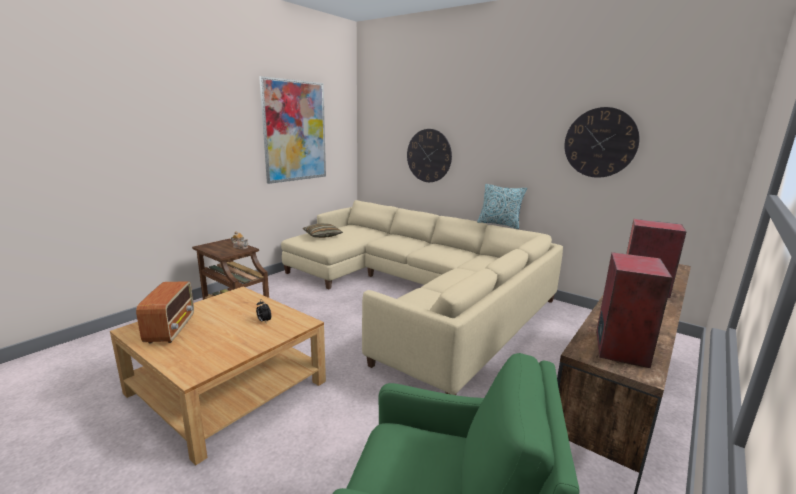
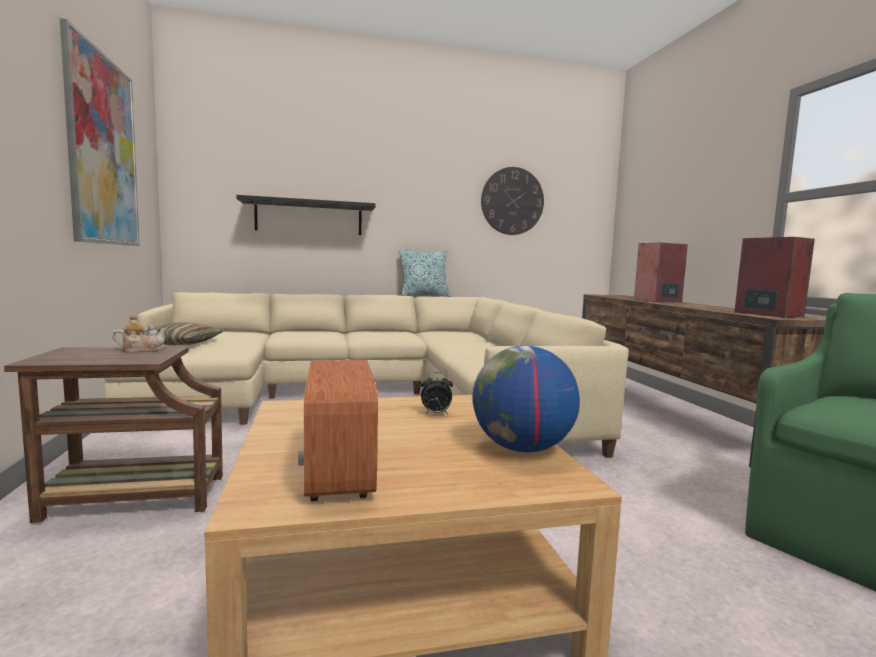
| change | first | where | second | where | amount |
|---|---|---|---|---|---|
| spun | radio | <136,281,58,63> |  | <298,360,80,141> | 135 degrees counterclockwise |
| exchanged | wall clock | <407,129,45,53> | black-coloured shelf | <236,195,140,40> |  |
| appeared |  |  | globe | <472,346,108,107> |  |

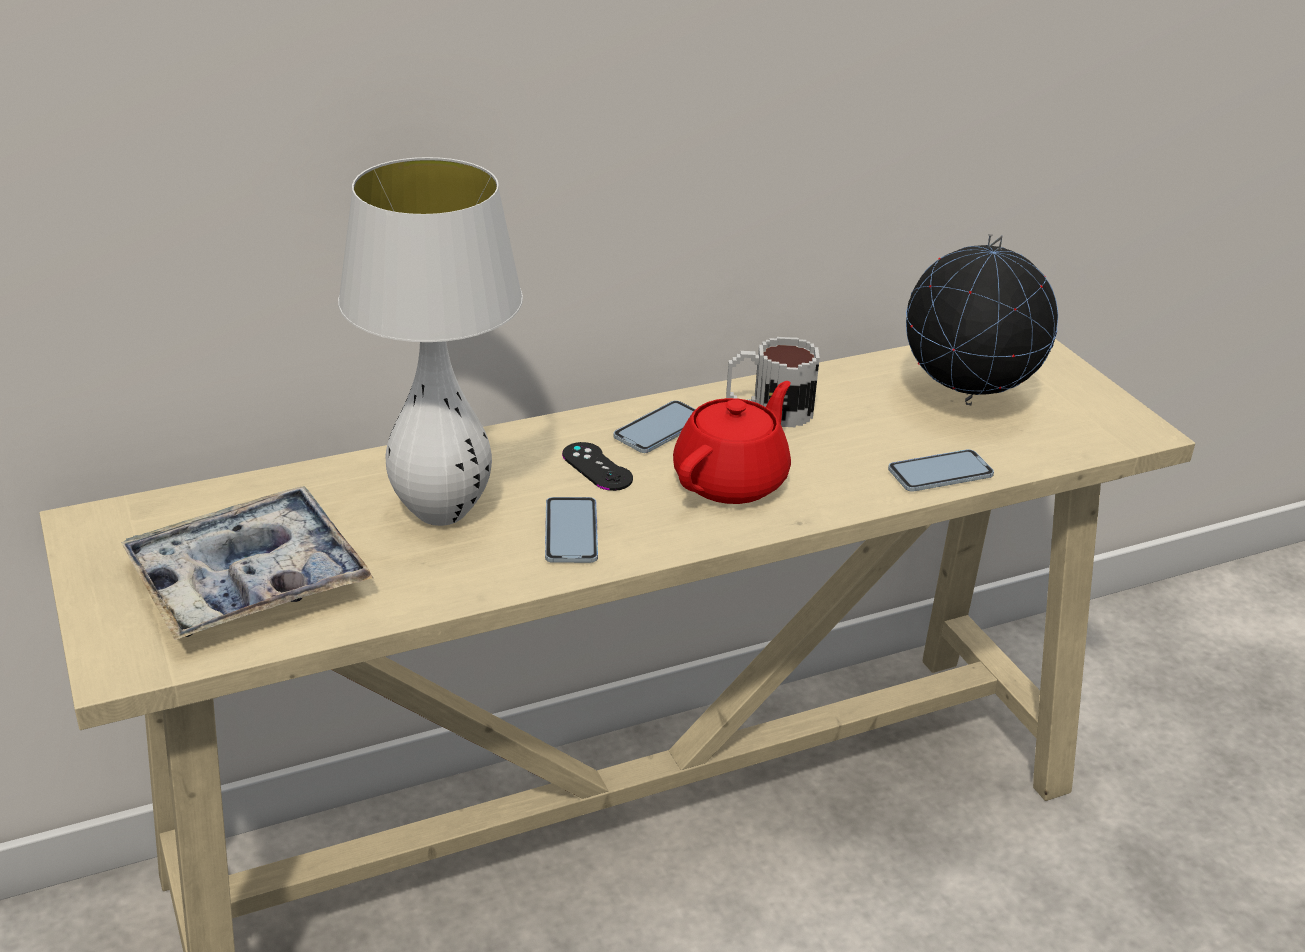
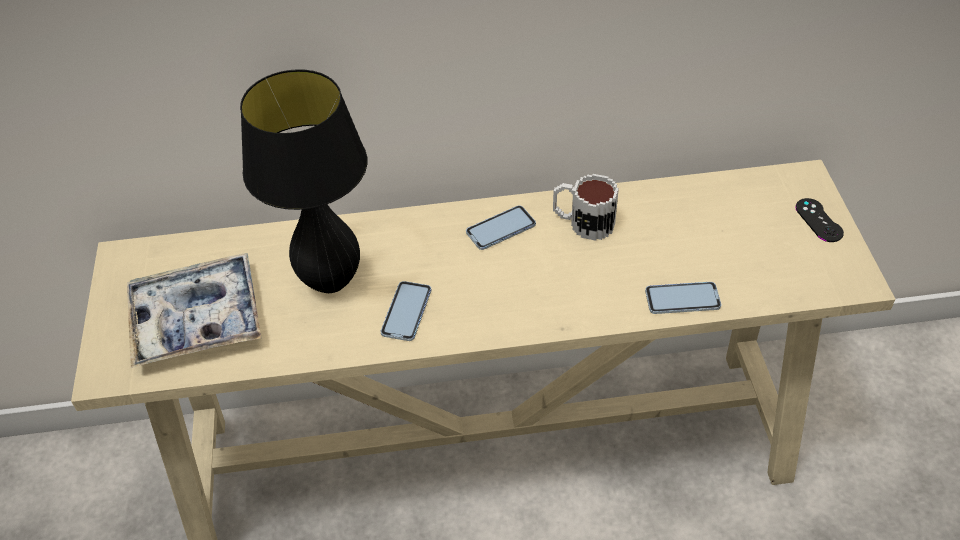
| change | first | where | second | where | amount |
|---|---|---|---|---|---|
| colour | whitish lamp for a table | <338,157,185,369> | black-coloured lamp for a table | <240,69,127,224> |  |
| relocated | black-coloured game controller | <562,442,71,49> |  | <796,198,48,44> |  |
| missing | reddish teapot | <673,381,118,123> |  |  |  |
| missing | globe | <906,234,152,171> |  |  |  |

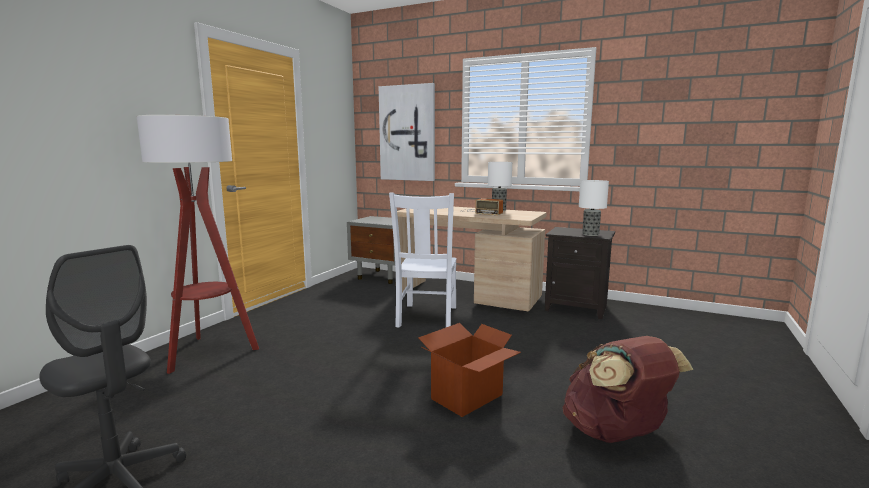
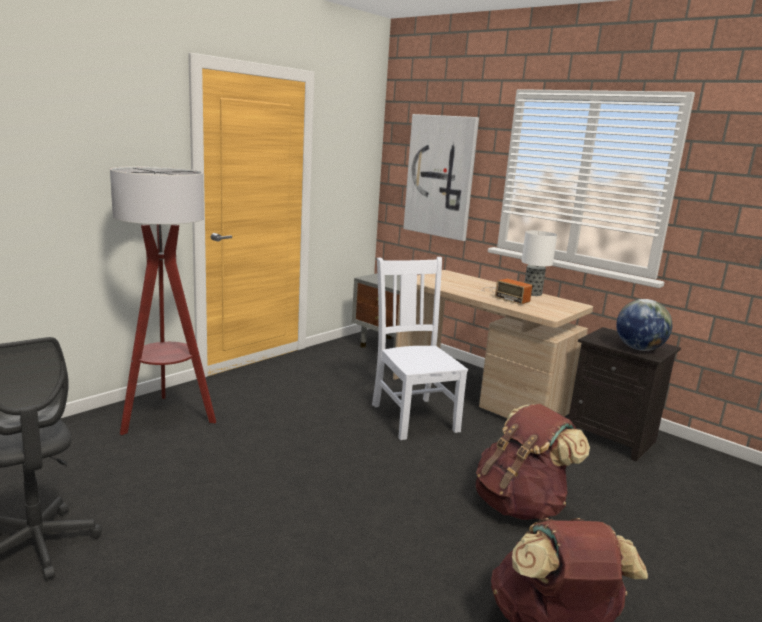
| change | first | where | second | where | amount |
|---|---|---|---|---|---|
| spun | whitish plain chair | <389,192,68,136> |  | <372,257,96,183> | 135 degrees clockwise |
| missing | carton | <418,323,103,94> |  |  |  |
| exchanged | lamp for a table | <579,180,30,56> | globe | <616,299,56,52> |  |
| appeared |  |  | brown backpack | <476,404,114,116> |  |

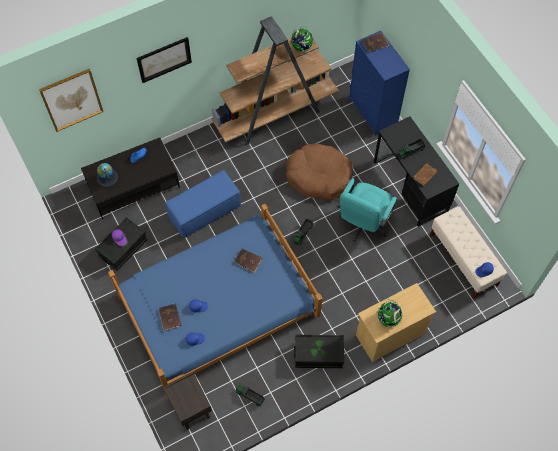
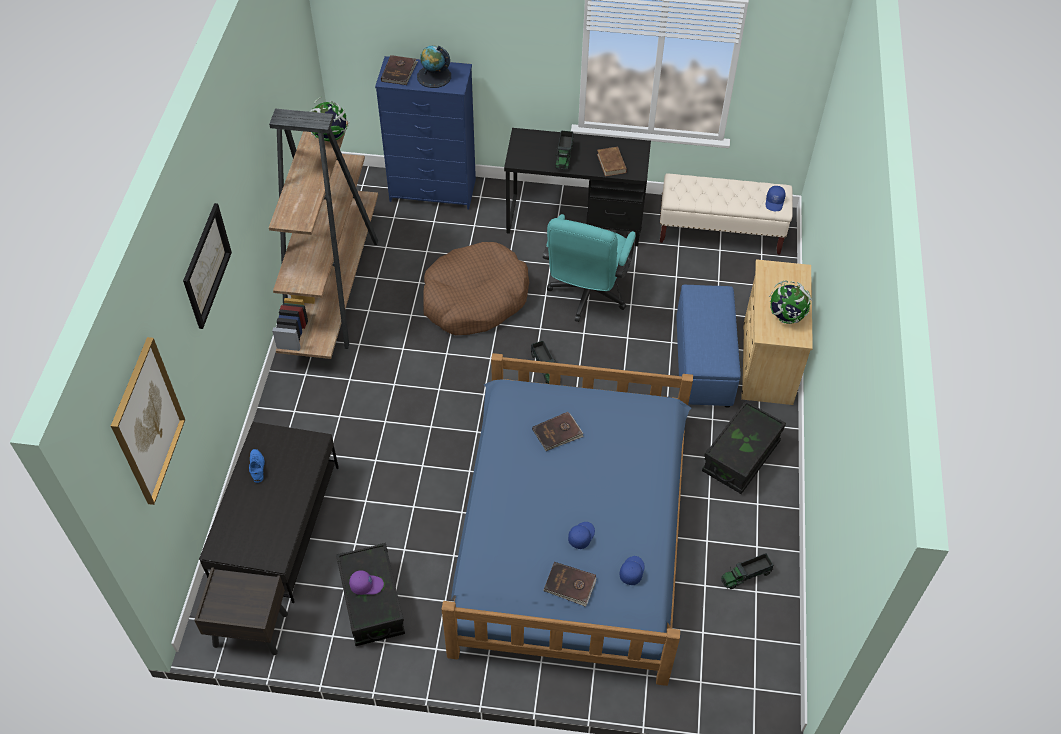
| change | first | where | second | where | amount |
|---|---|---|---|---|---|
| relocated | globe | <97,163,21,24> |  | <417,45,34,43> |  |
| relocated | brown bedside table | <164,372,48,58> |  | <194,567,94,88> |  |
| relocated | bluish pouffe | <165,170,76,68> |  | <677,284,64,123> |  |
| spun | turquoise-coloured computer chair | <337,178,59,64> |  | <543,214,93,108> | 45 degrees clockwise |

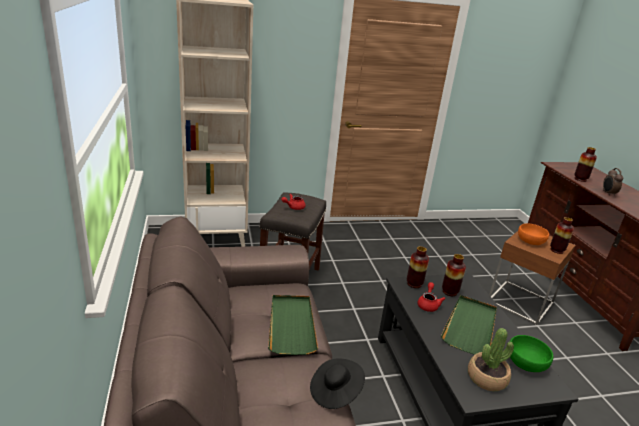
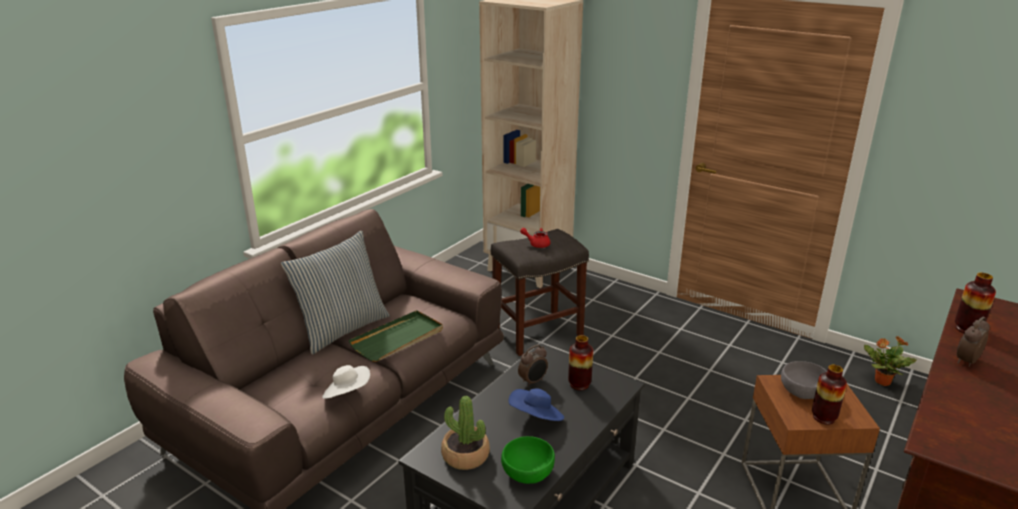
| change | first | where | second | where | amount |
|---|---|---|---|---|---|
| colour | black-coloured clothing hat | <310,358,55,51> | whitish clothing hat | <322,365,48,34> |  |
| missing | vase | <407,246,22,42> |  |  |  |
| exchanged | reddish teapot | <417,282,28,30> | alarm clock | <518,345,30,42> |  |
| exchanged | green carrying tray | <441,295,56,60> | bluish clothing hat | <508,388,56,33> |  |
| colour | orange-coloured bowl | <518,223,31,22> | gray bowl | <781,361,46,38> |  |
| appeared |  |  | throw pillow | <281,231,109,124> |  |
| appeared |  |  | houseplant | <864,336,52,50> |  |

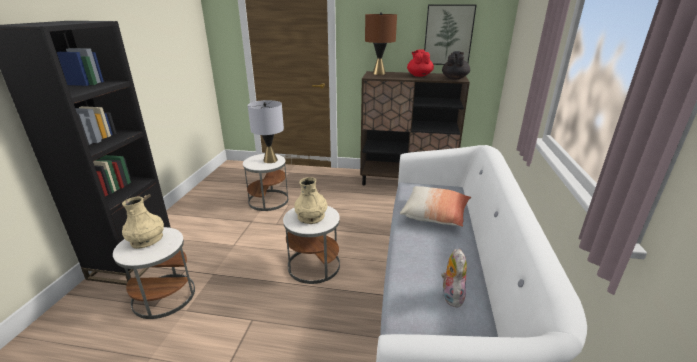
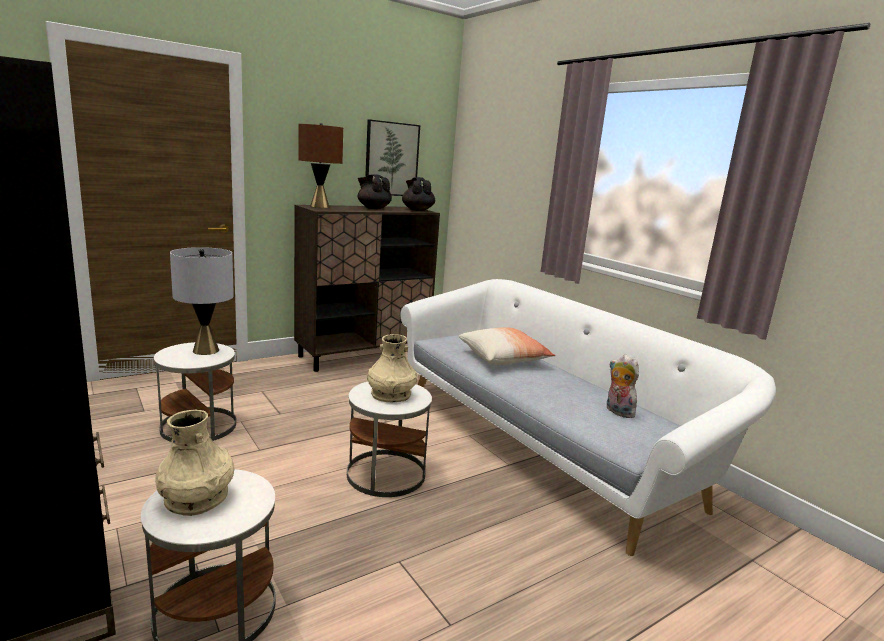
| change | first | where | second | where | amount |
|---|---|---|---|---|---|
| colour | reddish teapot | <407,49,27,28> | black-coloured teapot | <358,174,34,35> |  |

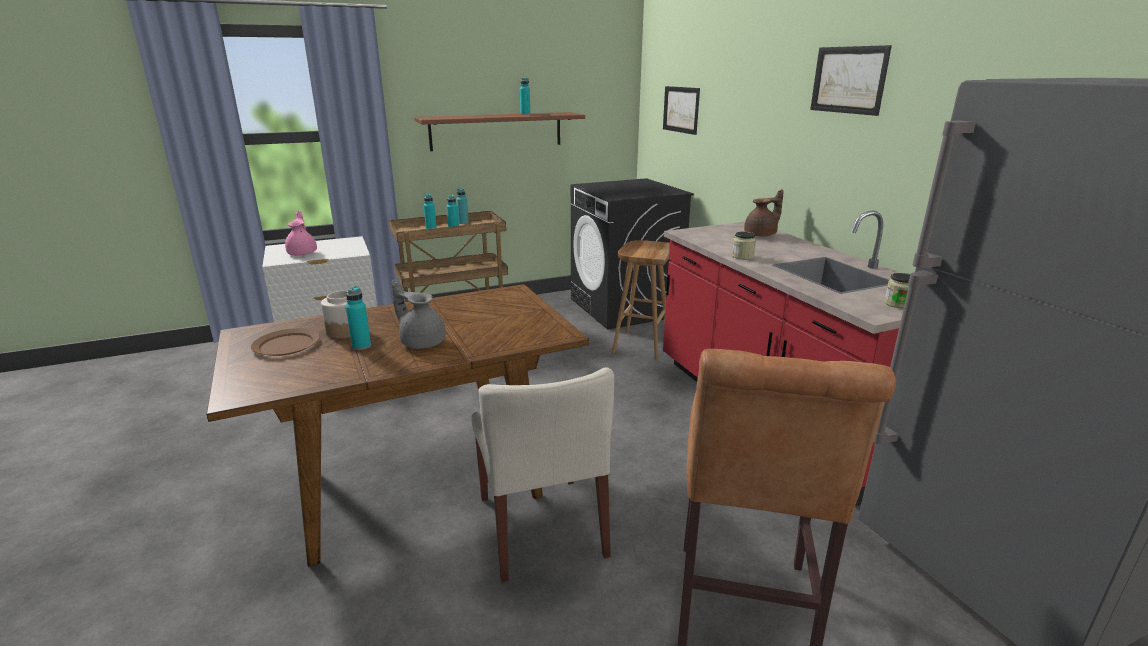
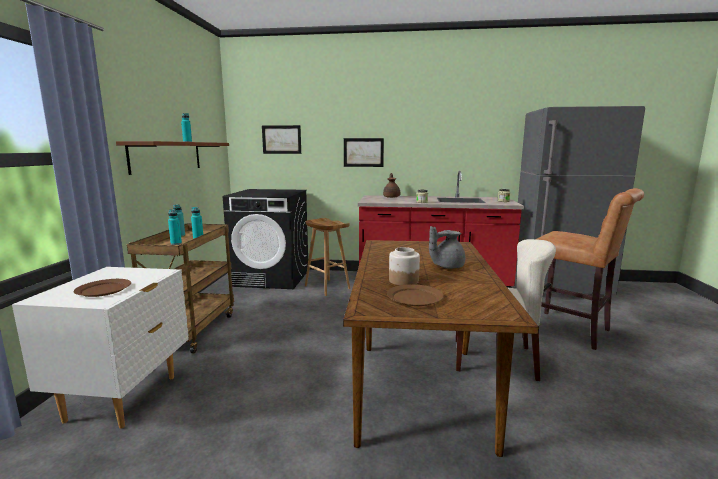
| change | first | where | second | where | amount |
|---|---|---|---|---|---|
| exchanged | pink-coloured teapot | <285,210,32,46> | brown dinner plate | <74,279,57,18> |  |
| missing | turquoise-coloured drink bottle | <346,286,25,64> |  |  |  |
| relocated | wall picture | <810,45,82,71> |  | <344,138,40,29> |  |

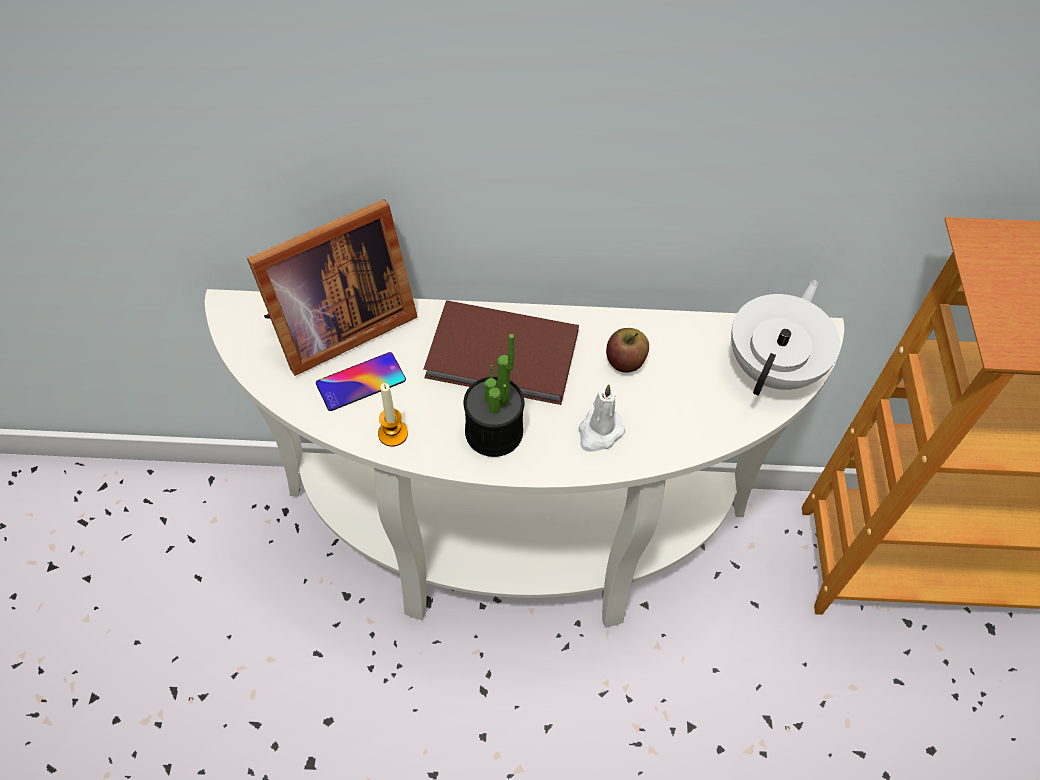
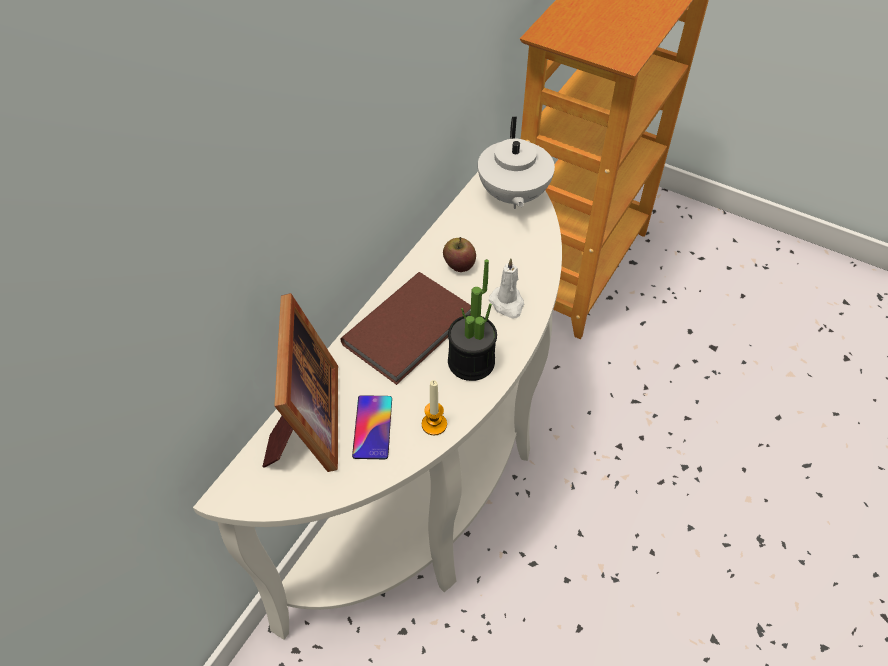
| change | first | where | second | where | amount |
|---|---|---|---|---|---|
| spun | whitish teapot | <731,280,109,116> |  | <478,117,77,92> | 150 degrees counterclockwise |

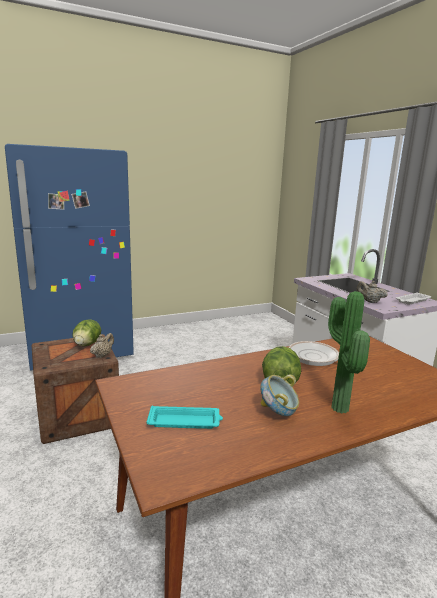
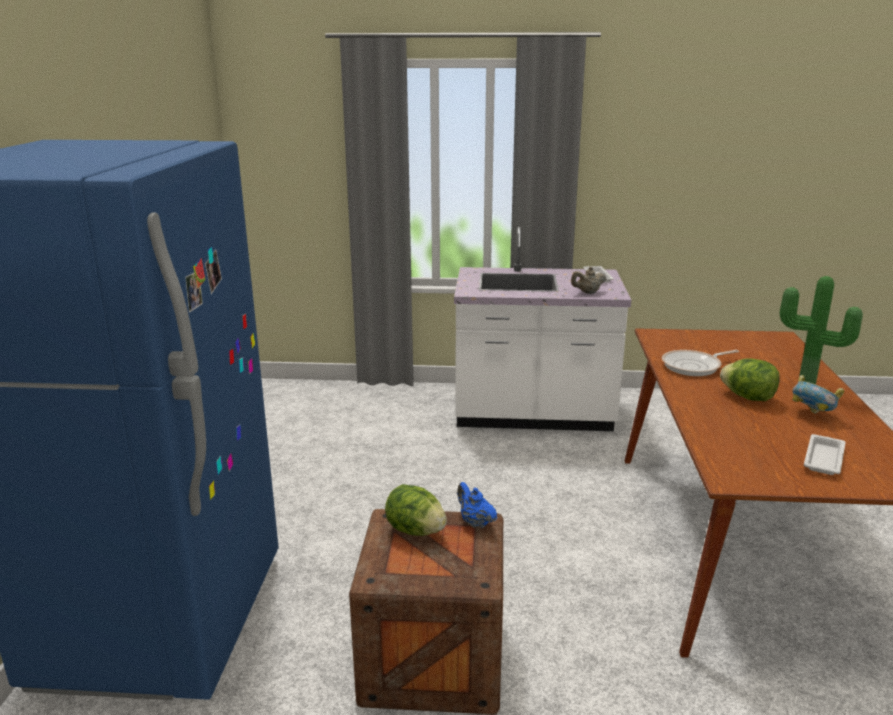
| change | first | where | second | where | amount |
|---|---|---|---|---|---|
| colour | sand-coloured teapot | <90,333,24,25> | bluish teapot | <457,482,40,46> |  |
| colour | turquoise-coloured carrying tray | <147,406,76,23> | whitish carrying tray | <804,434,41,41> |  |

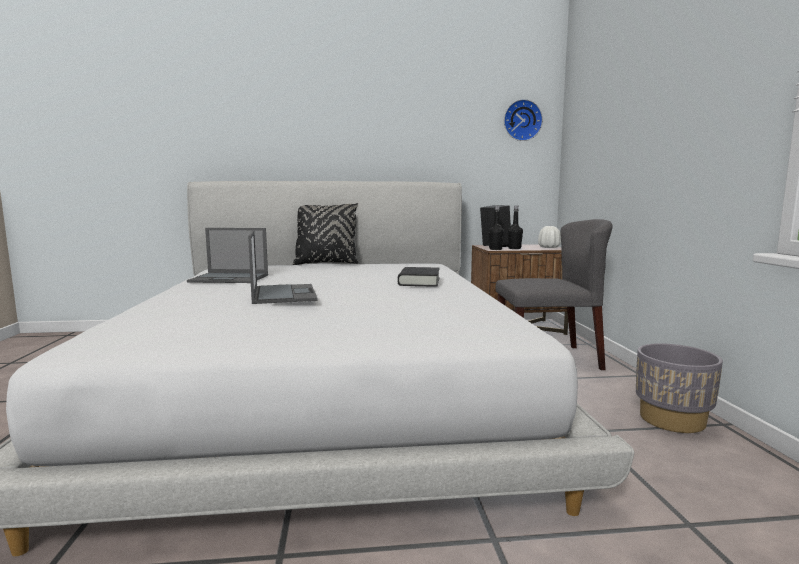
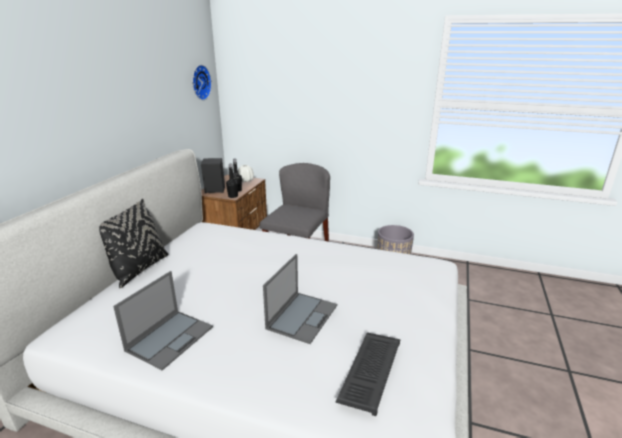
| change | first | where | second | where | amount |
|---|---|---|---|---|---|
| spun | laptop | <248,230,70,74> |  | <263,254,74,90> | 105 degrees clockwise |
| missing | black-coloured book | <398,267,42,20> |  |  |  |
| appeared |  |  | computer keyboard | <336,332,64,84> |  |

